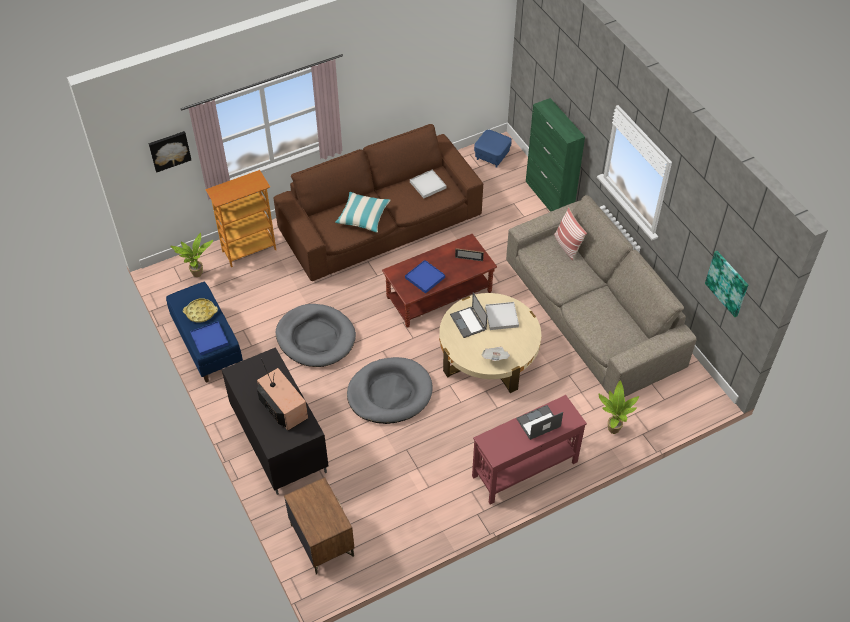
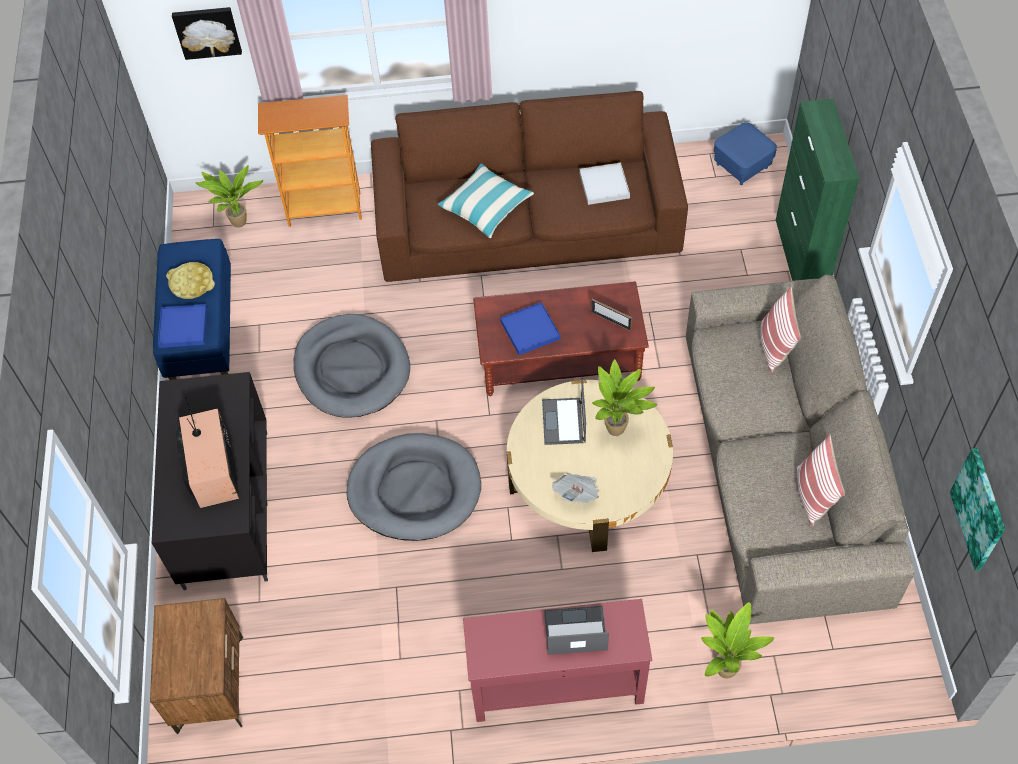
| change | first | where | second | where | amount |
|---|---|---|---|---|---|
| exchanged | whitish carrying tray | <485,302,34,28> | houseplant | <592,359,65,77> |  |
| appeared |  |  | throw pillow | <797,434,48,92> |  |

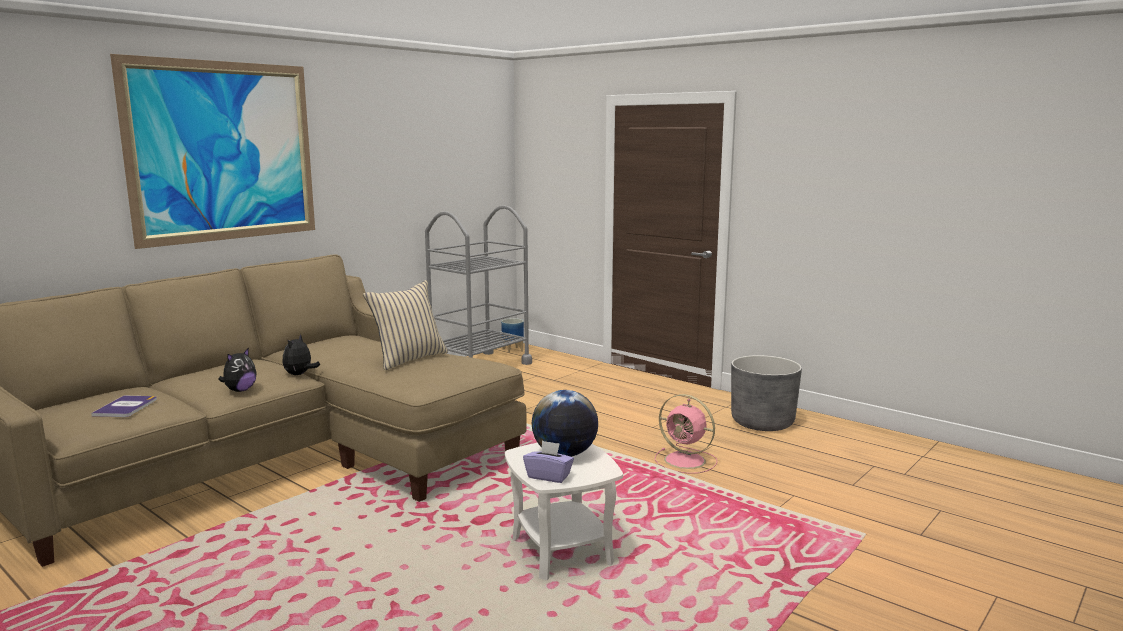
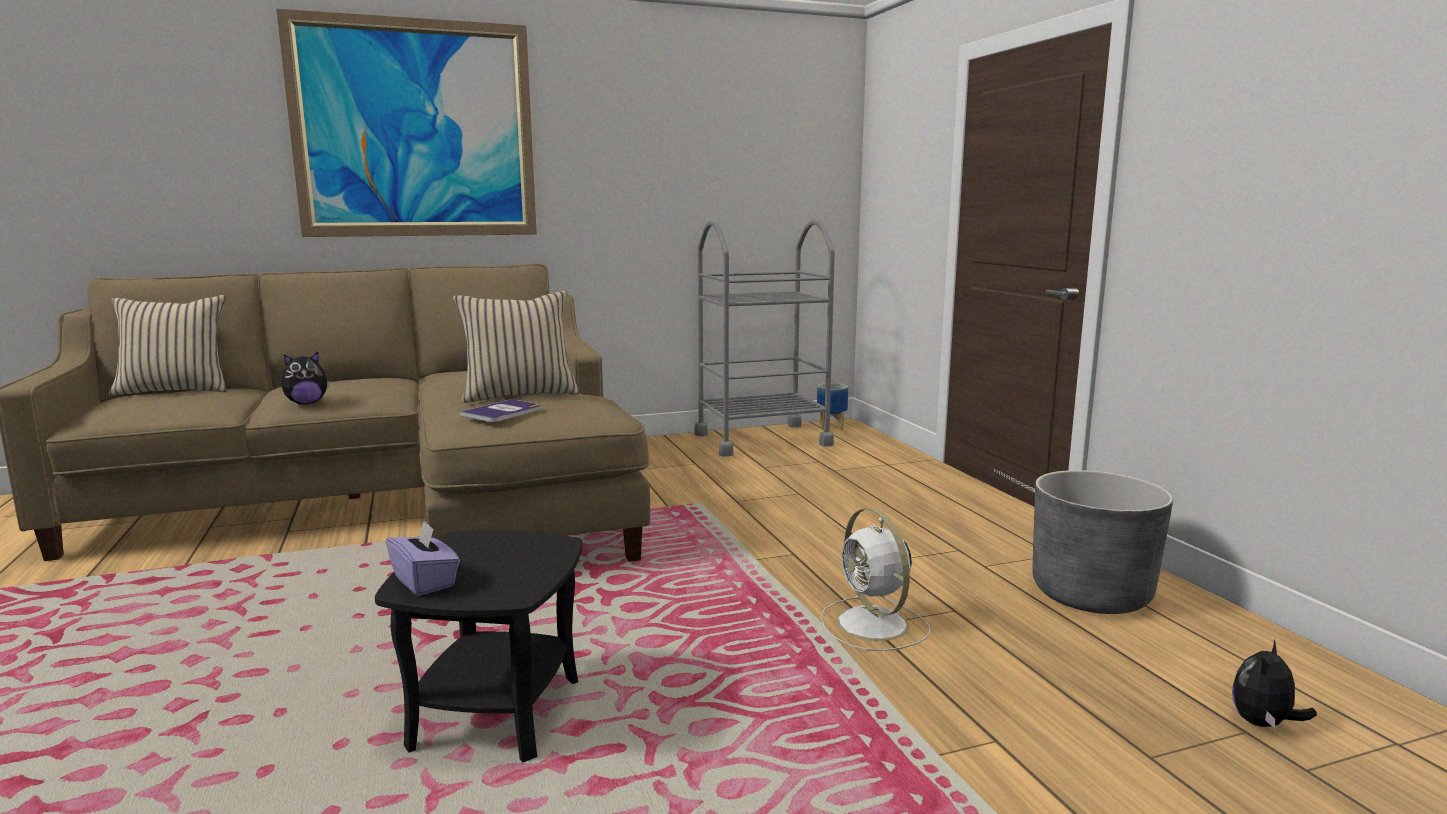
| change | first | where | second | where | amount |
|---|---|---|---|---|---|
| relocated | book | <91,395,66,22> |  | <460,399,82,23> |  |
| relocated | cuddly toy | <282,334,38,41> |  | <1232,640,85,88> |  |
| colour | whitish accent table | <505,443,118,137> | black-coloured accent table | <375,530,207,233> |  |
| missing | globe | <532,390,66,67> |  |  |  |
| colour | pink-coloured electric fan | <655,394,63,80> | whitish electric fan | <820,508,110,143> |  |
| appeared |  |  | sand-coloured throw pillow | <109,295,117,101> |  |

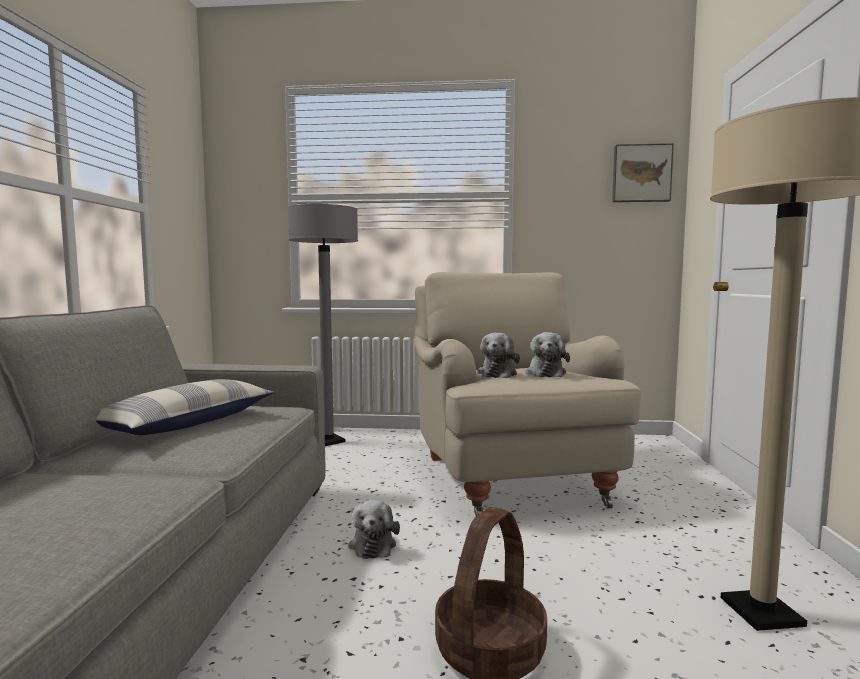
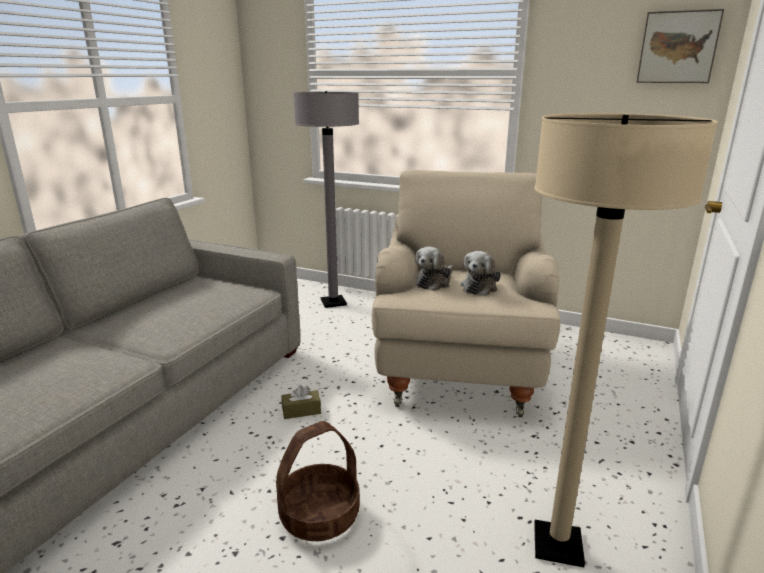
| change | first | where | second | where | amount |
|---|---|---|---|---|---|
| missing | throw pillow | <96,379,178,56> |  |  |  |
| exchanged | cuddly toy | <348,500,52,59> | brown tissue box | <281,385,40,34> |  |

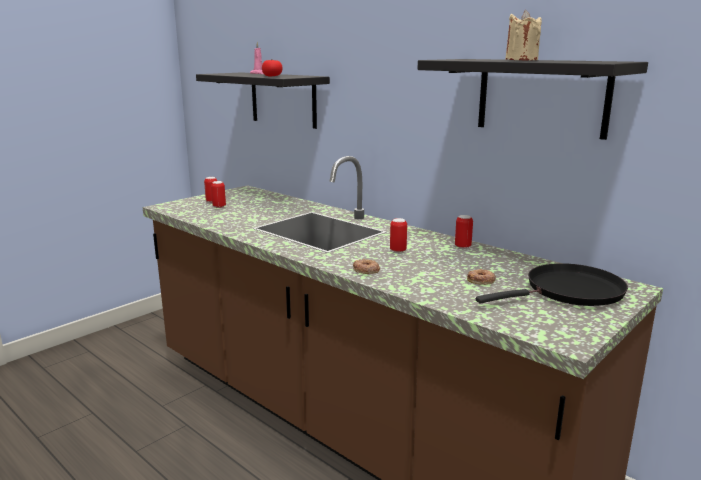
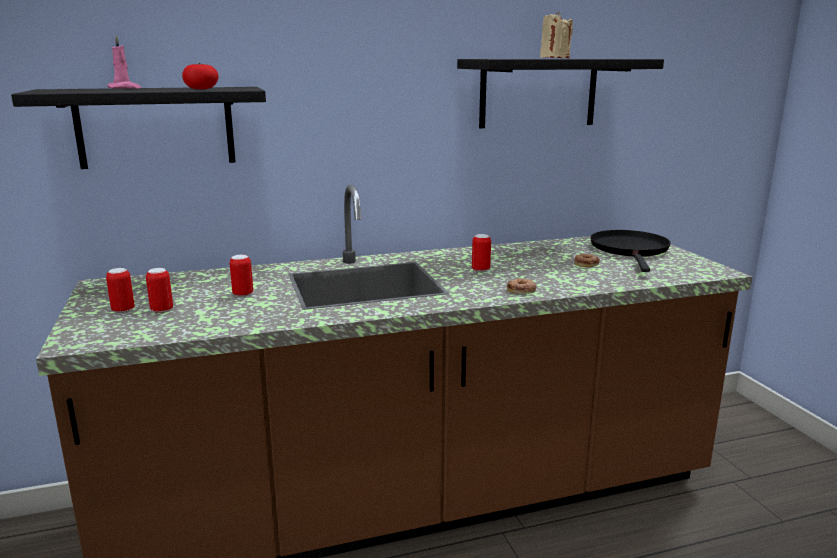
| change | first | where | second | where | amount |
|---|---|---|---|---|---|
| relocated | metal can | <455,215,18,34> |  | <230,255,23,42> |  |

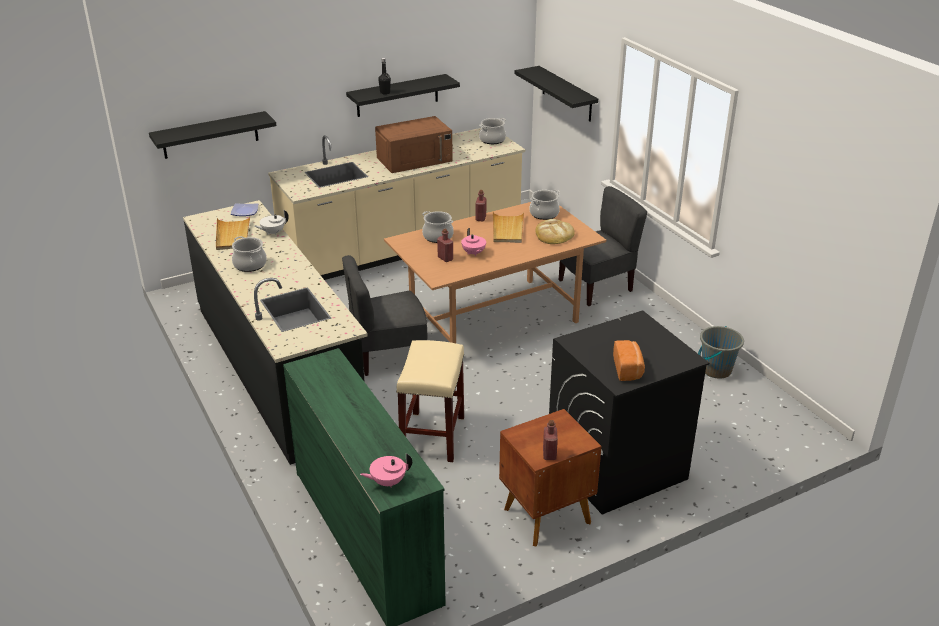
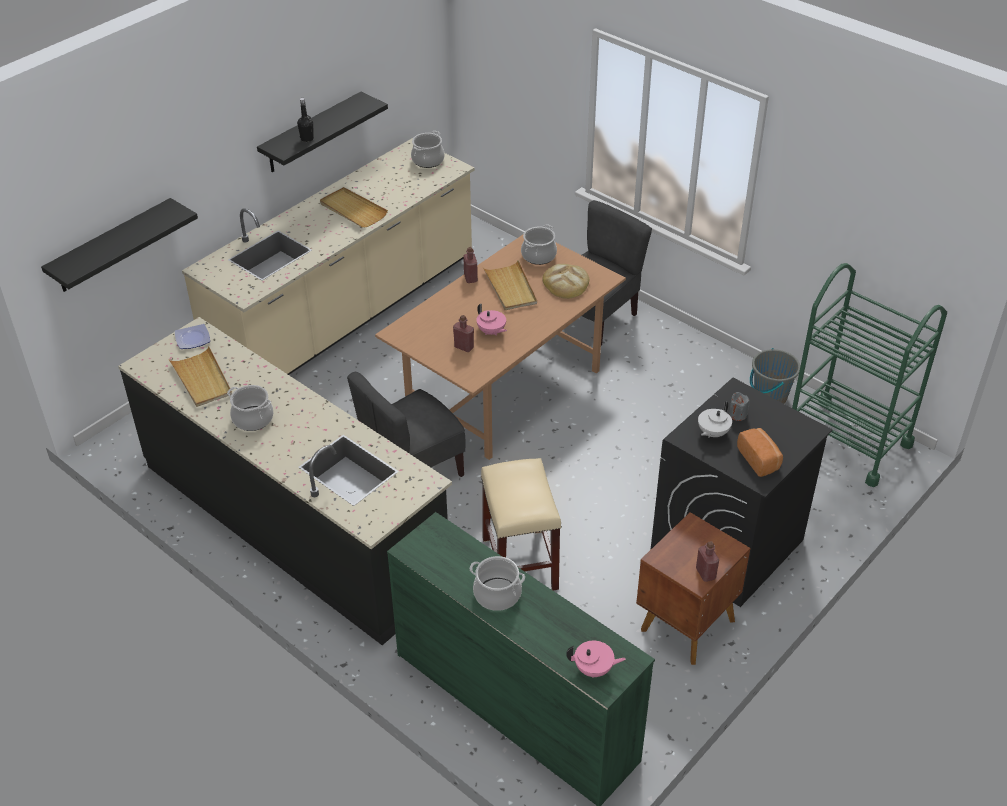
| change | first | where | second | where | amount |
|---|---|---|---|---|---|
| relocated | whitish teapot | <254,210,35,25> |  | <698,401,34,37> |  |
| spun | pink-coloured teapot | <360,453,52,35> |  | <566,641,60,37> | 135 degrees counterclockwise |
| exchanged | brown kitchen microwave | <375,116,78,57> | sand-coloured carrying tray | <320,187,68,41> |  |
| relocated | saucepot | <422,211,32,32> |  | <470,556,55,55> |  |
| missing | black-coloured shelf | <515,66,83,56> |  |  |  |
| appeared |  |  | gray wax light | <729,392,21,29> |  |
| appeared |  |  | green trolley | <792,263,155,224> |  |

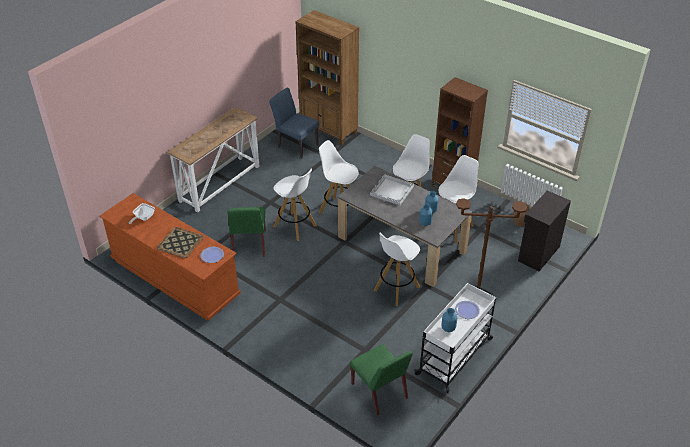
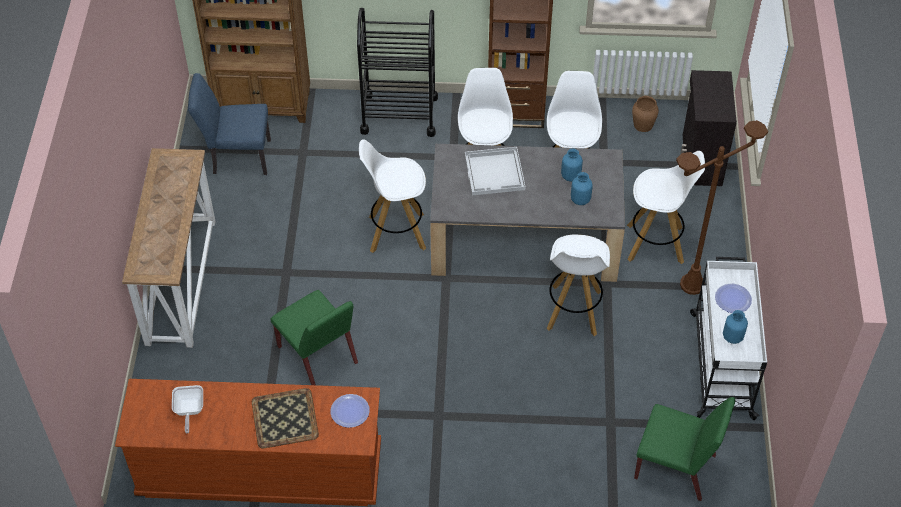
| change | first | where | second | where | amount |
|---|---|---|---|---|---|
| relocated | whitish stool | <273,169,44,72> |  | <627,151,78,113> |  |
| appeared |  |  | black-coloured trolley | <357,8,81,129> |  |

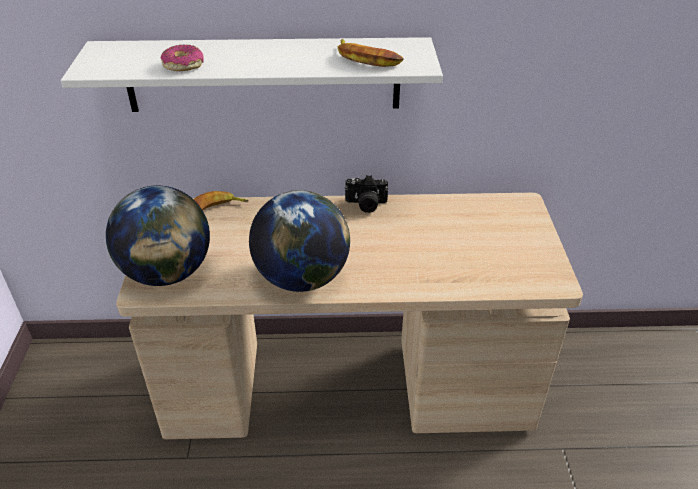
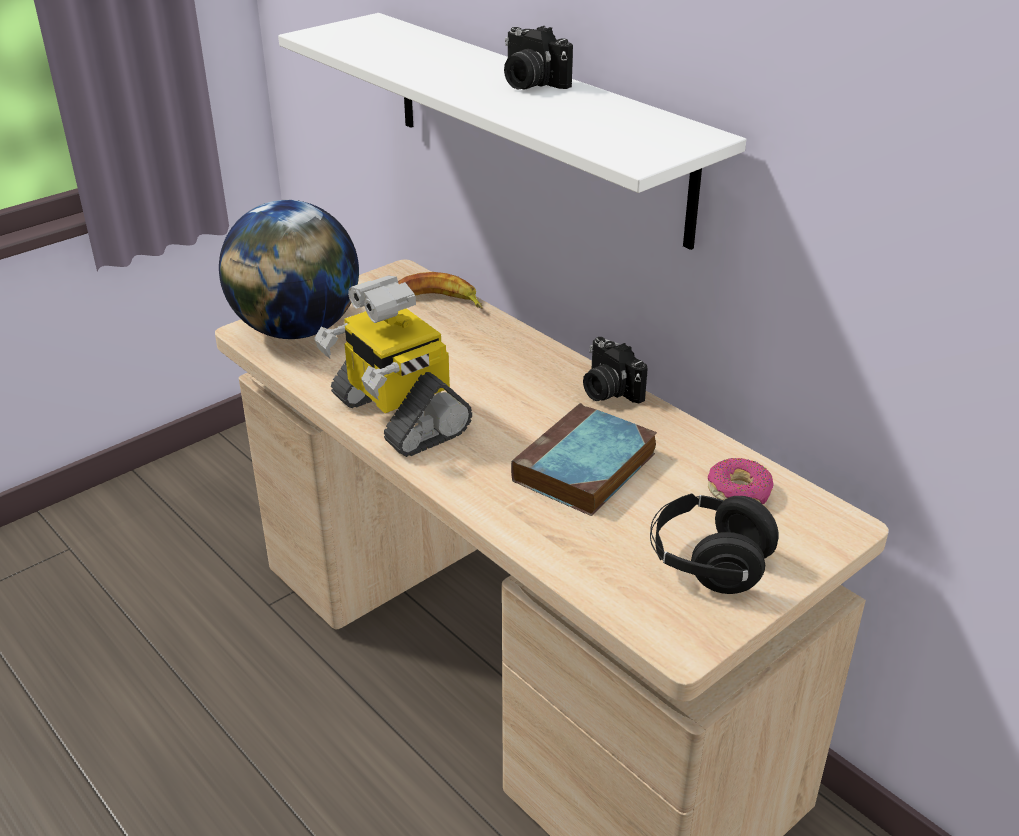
| change | first | where | second | where | amount |
|---|---|---|---|---|---|
| relocated | doughnut | <160,45,44,26> |  | <708,458,66,46> |  |
| exchanged | globe | <249,190,101,102> | model robot | <314,275,158,182> |  |
| missing | banana fruit | <337,38,67,29> |  |  |  |
| appeared |  |  | photo camera | <504,26,69,63> |  |
| appeared |  |  | book | <511,403,146,113> |  |
| appeared |  |  | black-coloured pair of headphones | <650,494,129,100> |  |

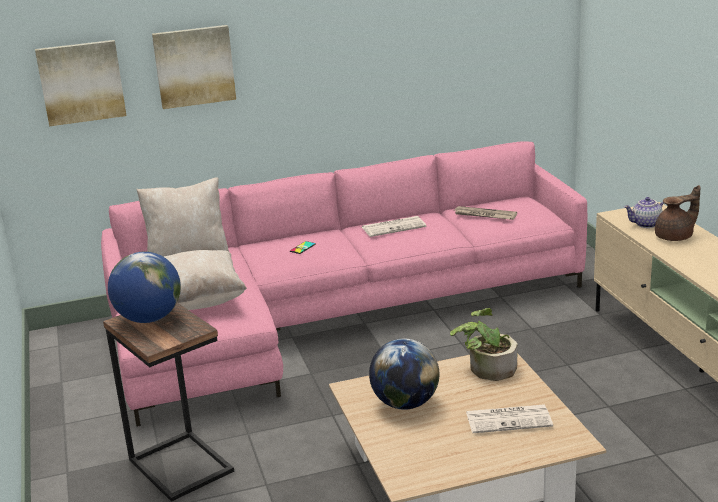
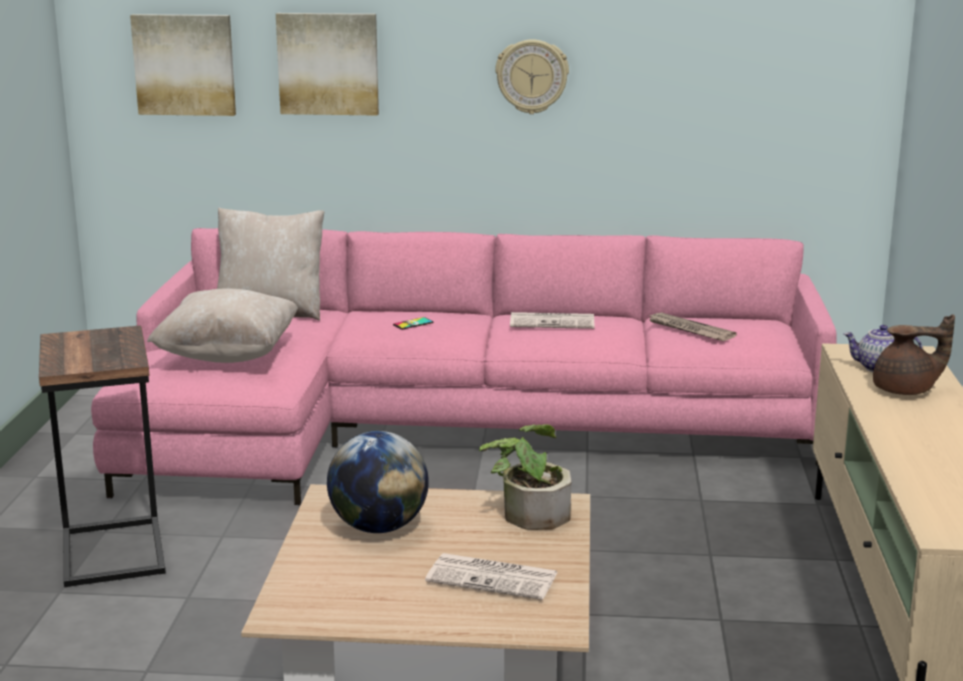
| change | first | where | second | where | amount |
|---|---|---|---|---|---|
| missing | globe | <108,251,73,72> |  |  |  |
| appeared |  |  | wall clock | <495,39,74,75> |  |

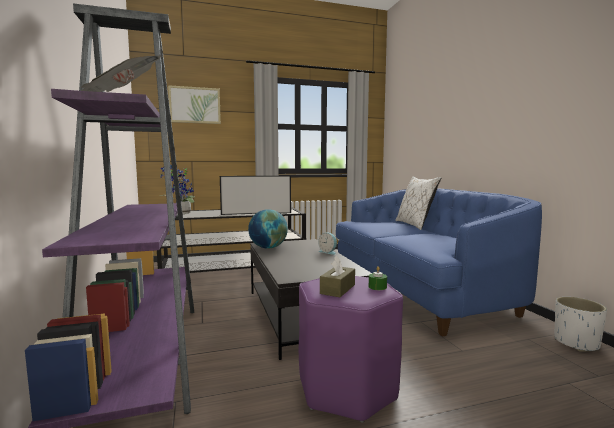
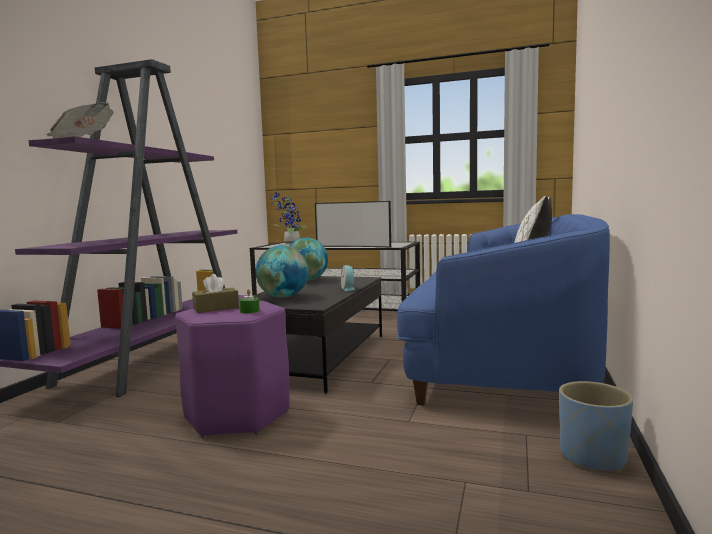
| change | first | where | second | where | amount |
|---|---|---|---|---|---|
| missing | wall picture | <168,85,53,39> |  |  |  |
| colour | whitish flower pot | <554,297,53,55> | bluish flower pot | <559,381,74,90> |  |
| appeared |  |  | globe | <255,245,54,53> |  |

